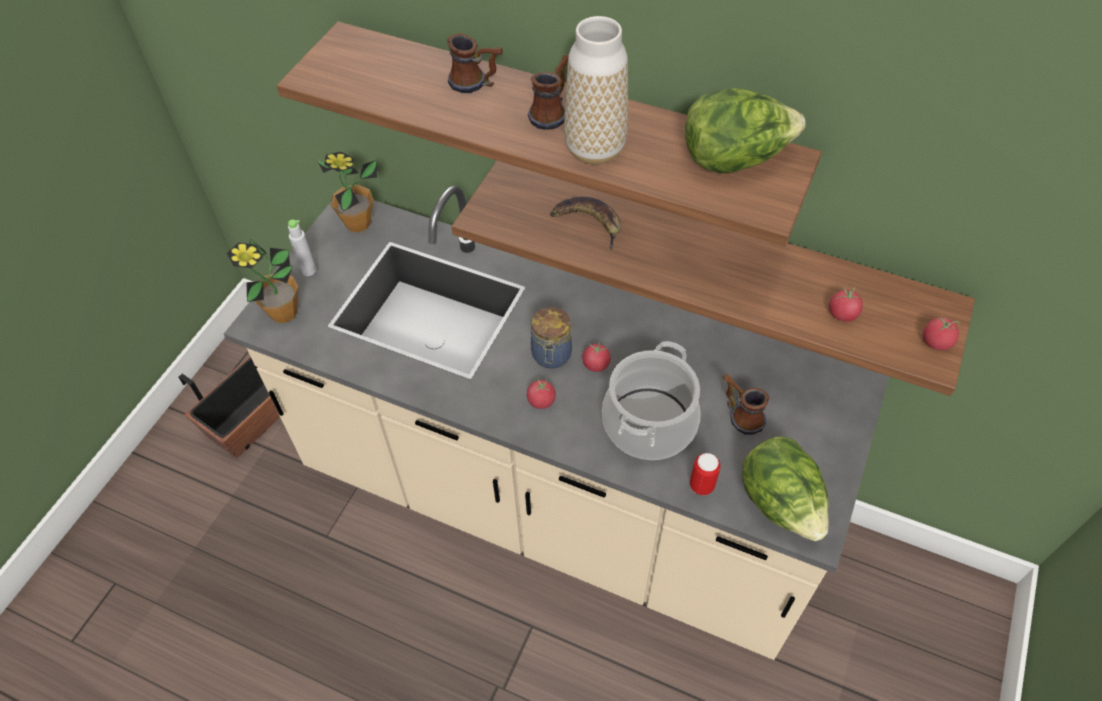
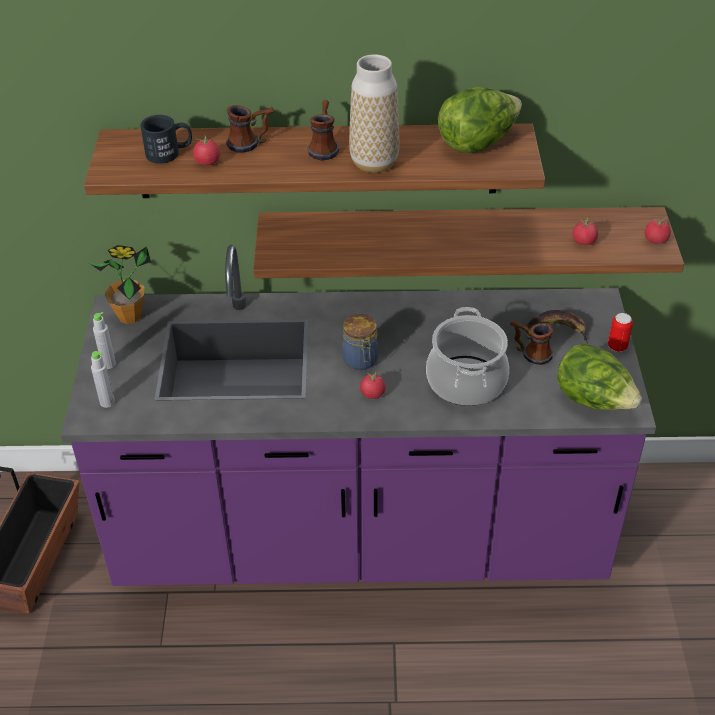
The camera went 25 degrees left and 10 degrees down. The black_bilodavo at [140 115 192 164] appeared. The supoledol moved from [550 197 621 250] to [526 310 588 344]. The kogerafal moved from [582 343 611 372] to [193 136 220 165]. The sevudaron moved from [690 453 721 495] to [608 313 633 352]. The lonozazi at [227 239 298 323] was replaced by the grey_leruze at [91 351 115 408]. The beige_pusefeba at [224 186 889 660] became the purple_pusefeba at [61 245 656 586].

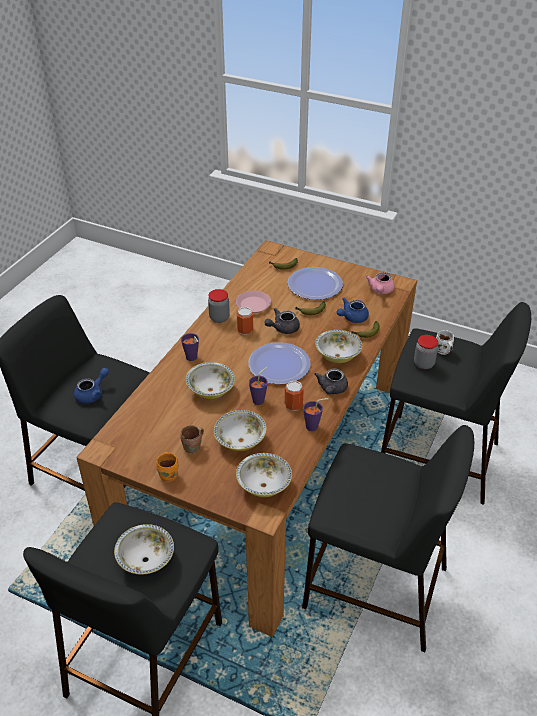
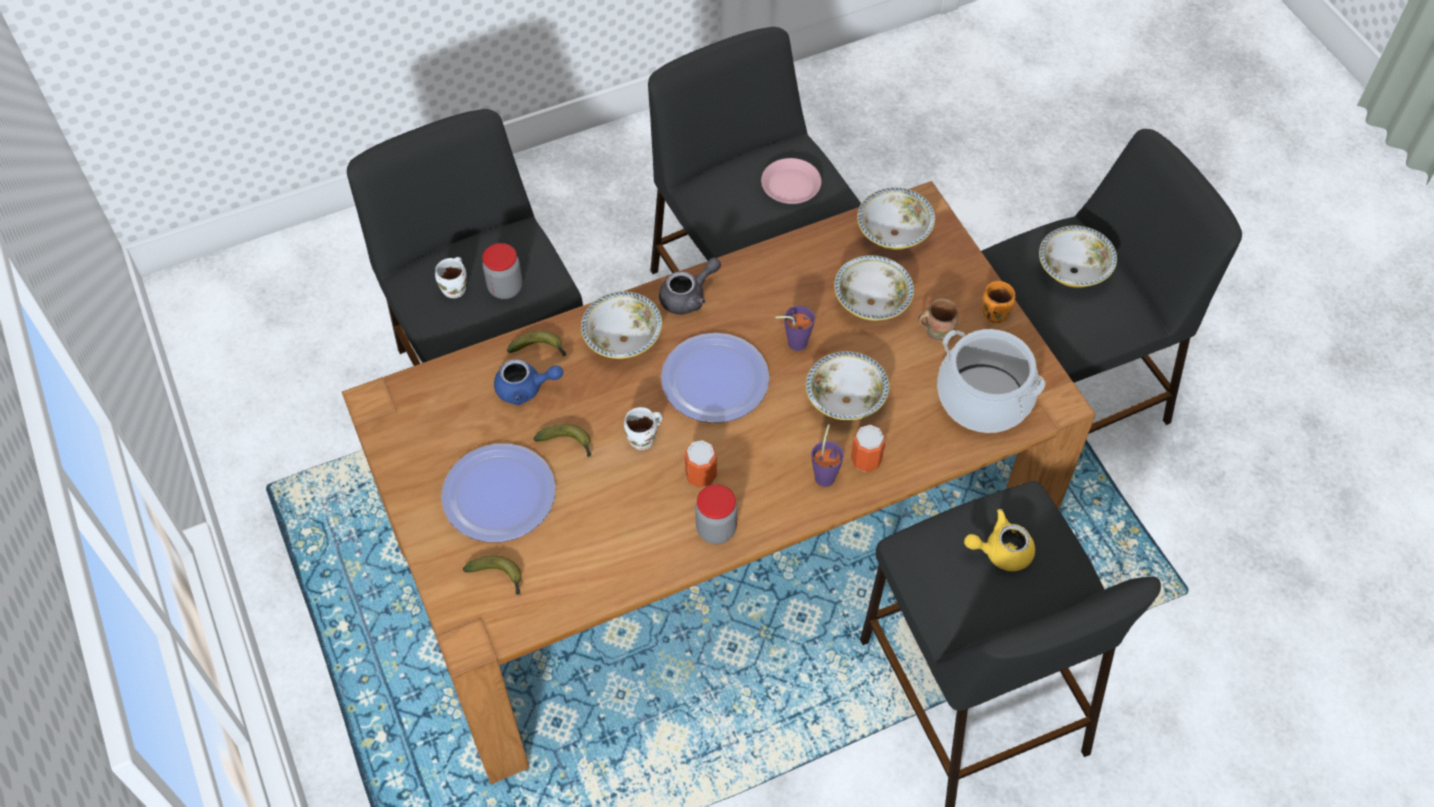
The camera went 140 degrees left and 15 degrees up. The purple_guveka at [303 398 329 431] disappeared. The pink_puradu at [366 272 394 294] disappeared. The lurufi at [937 329 1046 433] appeared. The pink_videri moved from [236 291 271 313] to [761 158 821 204]. The sevudaron moved from [285 380 304 411] to [851 425 886 472]. The grey_puradu at [264 308 300 334] was replaced by the white_bilodavo at [624 407 663 450]. The blue_puradu at [74 368 109 404] became the yellow_puradu at [964 509 1035 571].

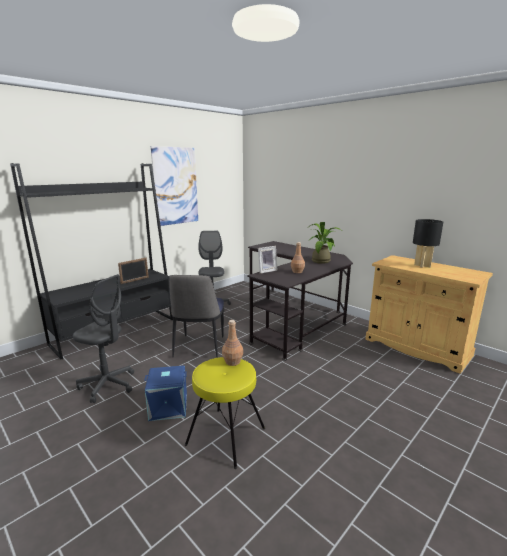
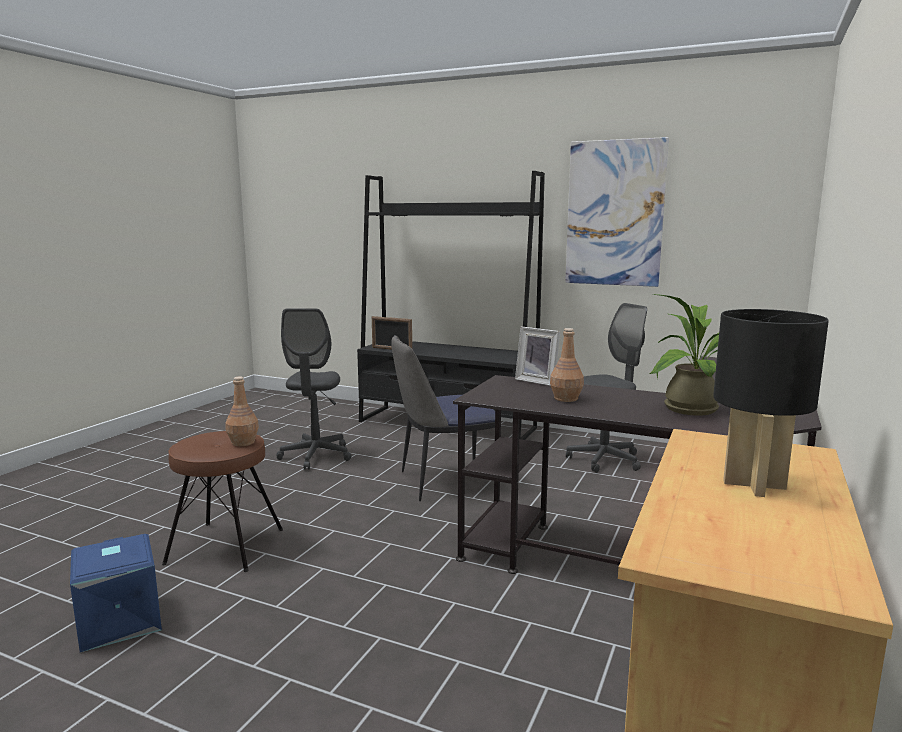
The camera went 70 degrees right and 5 degrees down. The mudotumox moved from [118 258 149 284] to [372 316 412 350]. The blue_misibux moved from [144 366 187 421] to [70 534 162 652]. The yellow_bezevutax at [185 357 265 469] became the brown_bezevutax at [162 431 283 572].

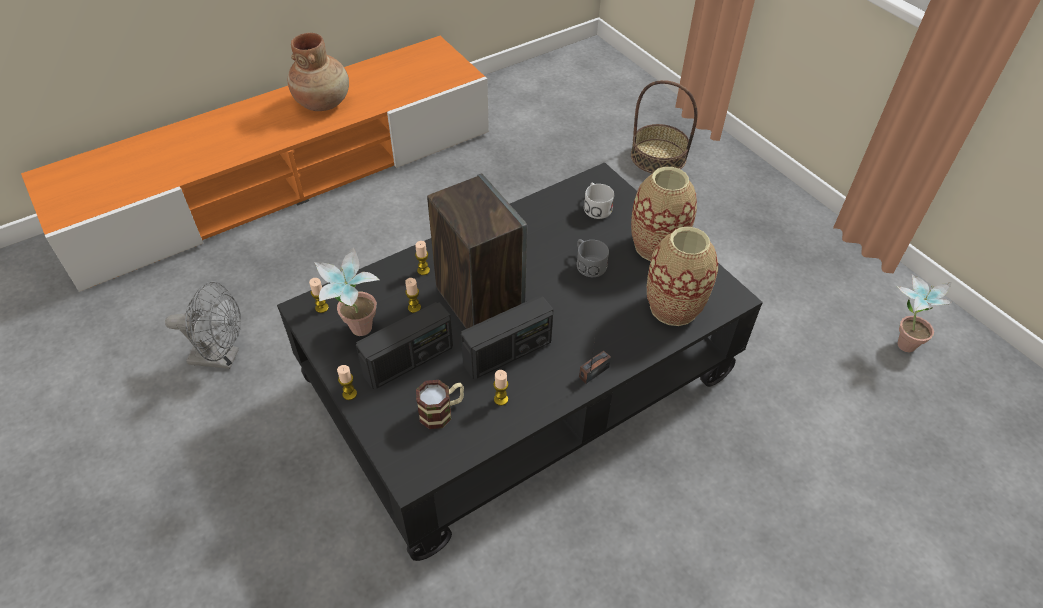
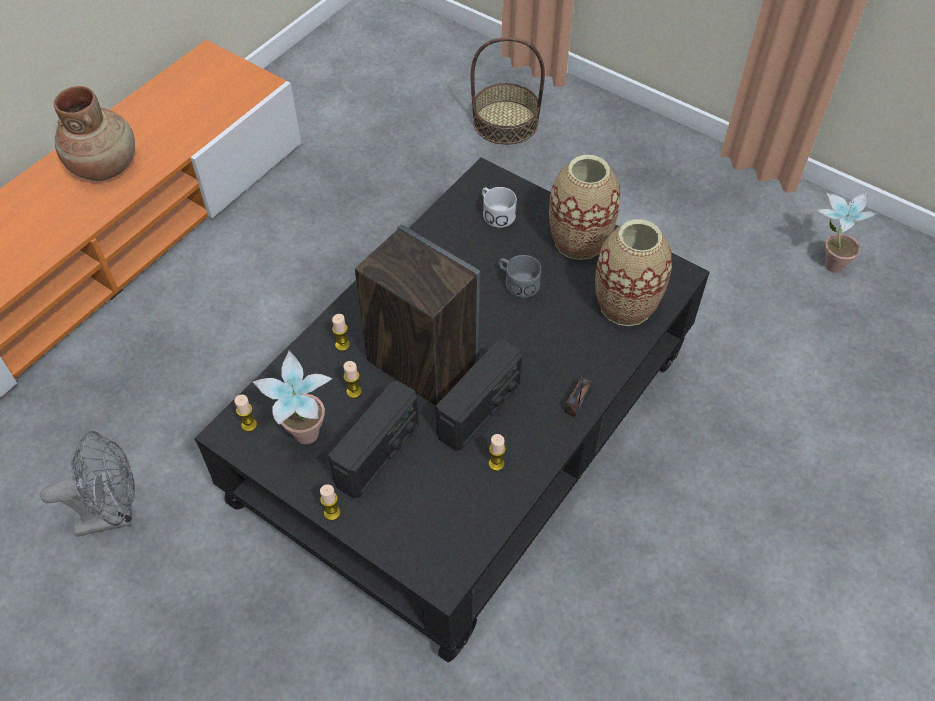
The camera went 20 degrees left and 5 degrees up. The bilodavo at [416 380 464 429] disappeared.

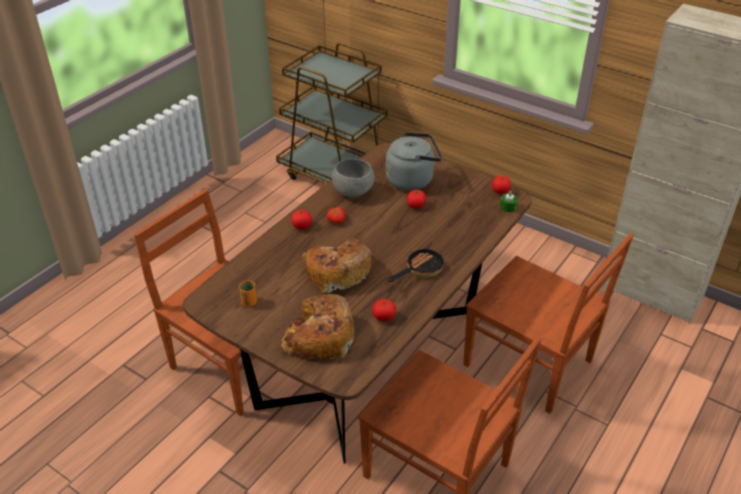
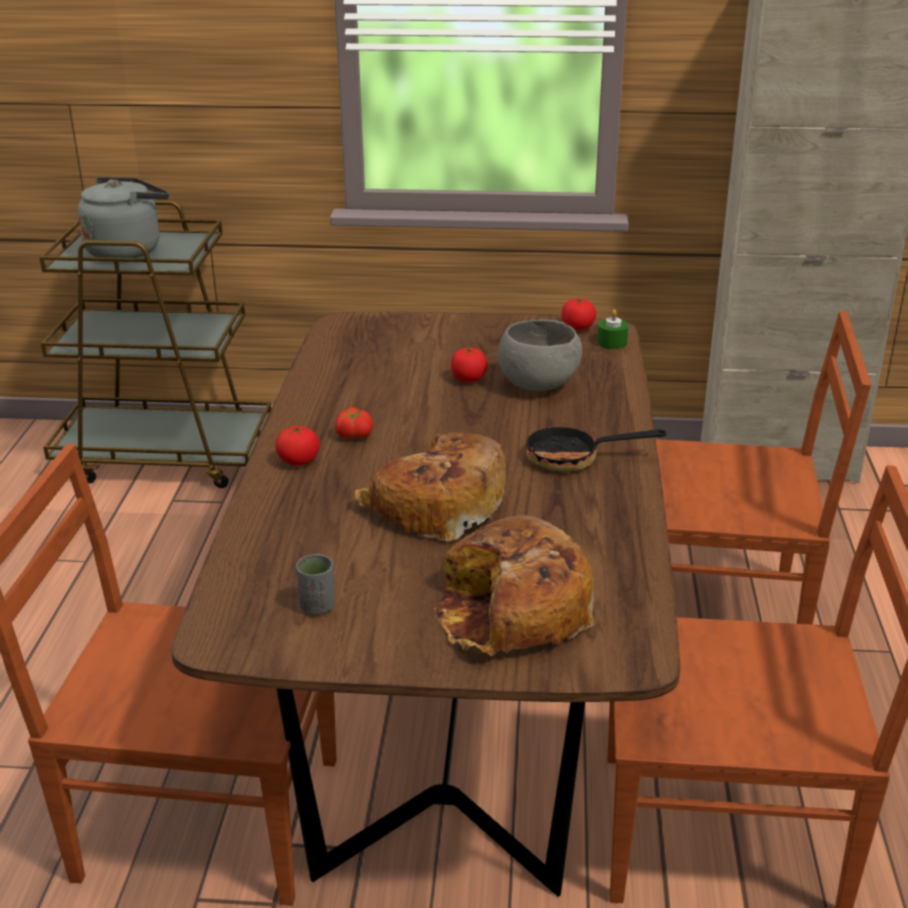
The camera went 30 degrees left and 10 degrees down. The kogerafal at [373 299 396 321] disappeared. The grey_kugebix moved from [332 159 375 197] to [498 320 582 391]. The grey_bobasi moved from [386 132 442 191] to [77 177 169 258]. The orange_guveka at [239 280 257 307] became the grey_guveka at [296 554 335 615]. The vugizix at [388 246 444 282] turned 105 degrees counterclockwise.

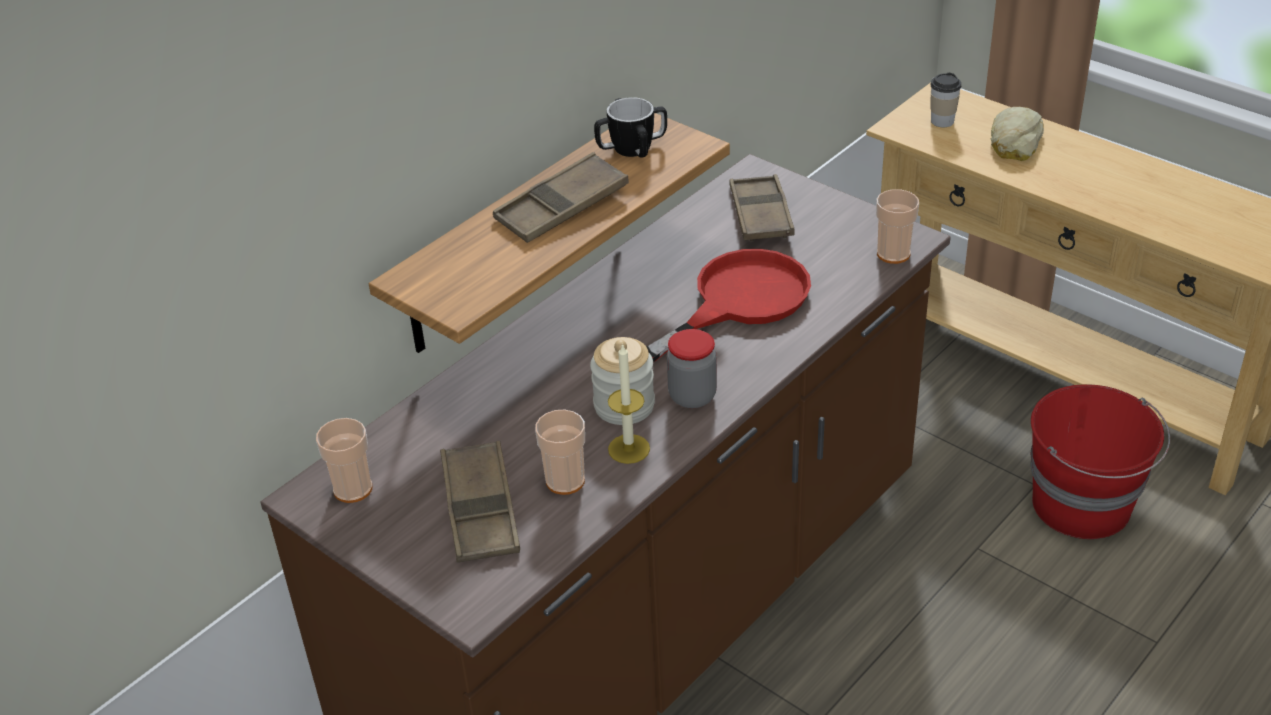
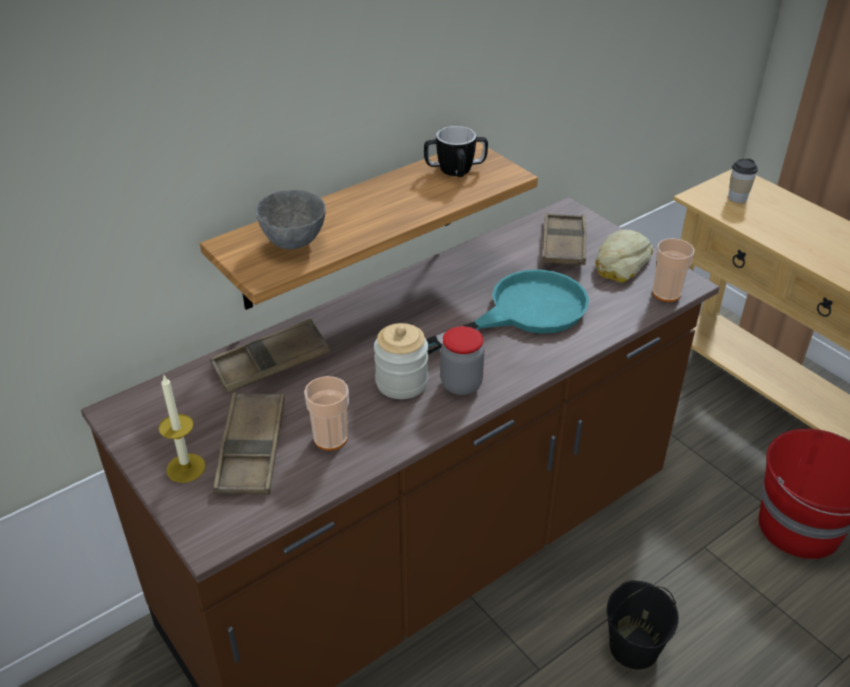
The camera went 10 degrees right and 0 degrees up. The guveka at [316 418 372 503] disappeared. The grey_kugebix at [255 190 326 249] appeared. The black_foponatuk at [606 580 679 670] appeared. The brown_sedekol moved from [493 152 629 243] to [210 319 330 393]. The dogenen moved from [608 343 650 464] to [159 376 206 483]. The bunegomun moved from [991 107 1044 161] to [595 229 653 283]. The red_vugizix at [647 249 811 363] became the turquoise_vugizix at [426 269 589 355].

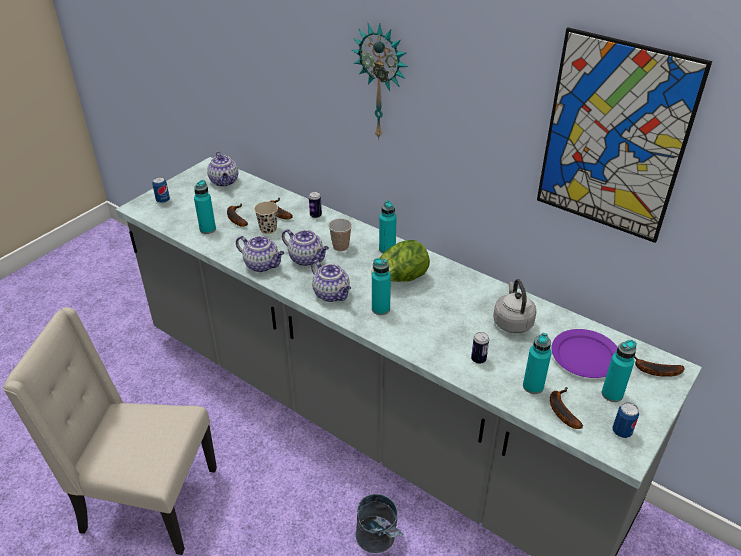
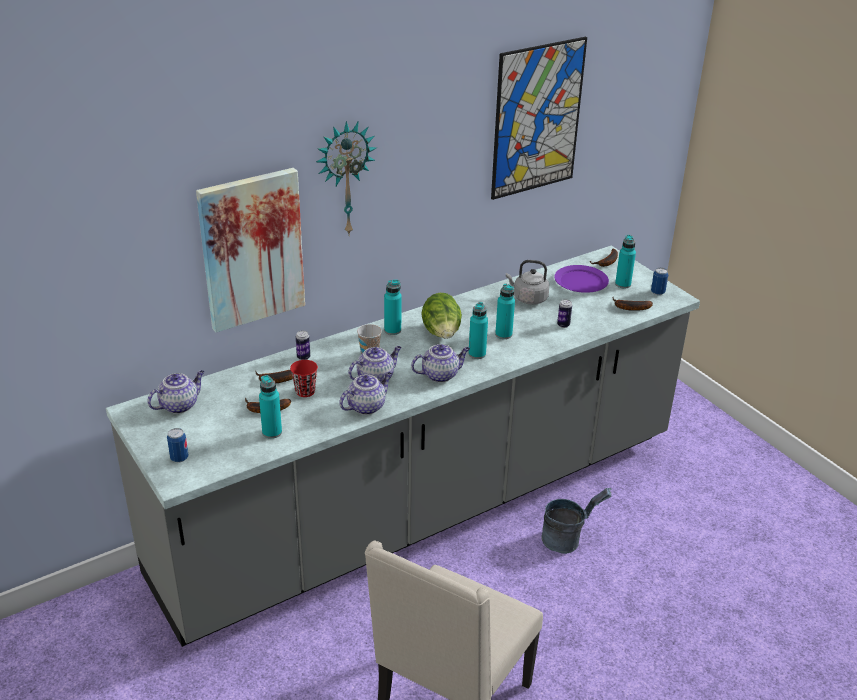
The camera went 70 degrees left and 5 degrees down. The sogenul at [196 168 305 332] appeared. The turquoise_leruze moved from [523 333 551 394] to [495 284 515 339]. The beige_guveka at [254 202 278 234] became the red_guveka at [290 360 318 397]. The puradu at [207 151 238 187] turned 45 degrees counterclockwise.

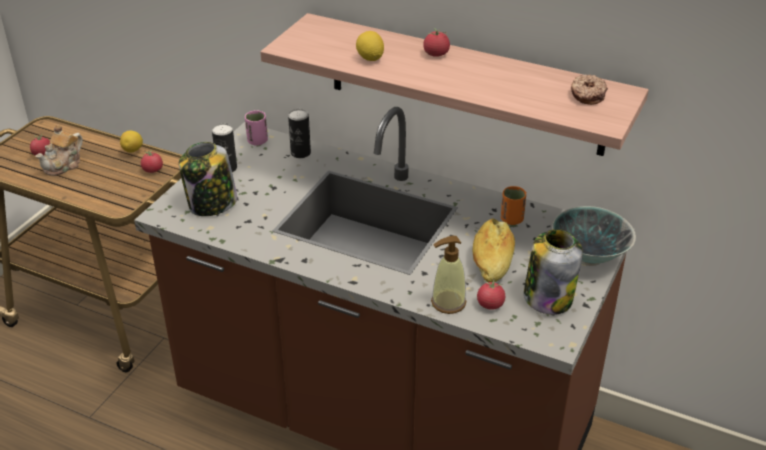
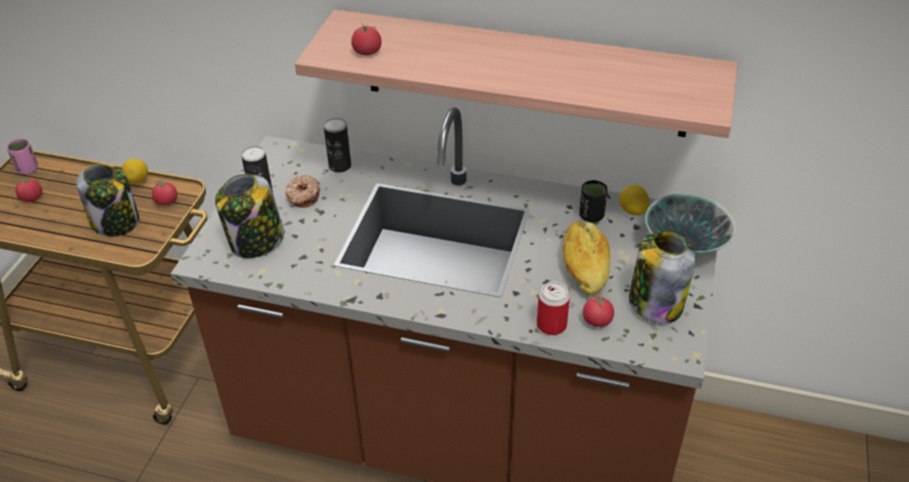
The camera went 10 degrees left and 5 degrees up. The puradu at [36 124 83 176] disappeared. The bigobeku at [76 164 139 237] appeared. The pink_guveka moved from [245 110 268 146] to [7 138 38 175]. The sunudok moved from [356 31 384 61] to [619 185 649 216]. The kogerafal moved from [423 28 450 57] to [351 23 382 55]. The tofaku moved from [571 74 608 105] to [286 175 320 208]. The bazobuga at [431 236 466 314] was replaced by the sevudaron at [537 281 570 335]. The orange_guveka at [501 186 526 225] became the black_guveka at [579 180 608 222].

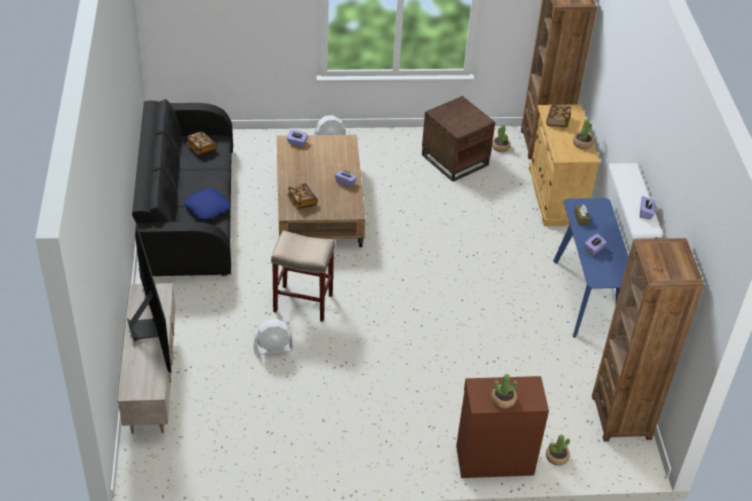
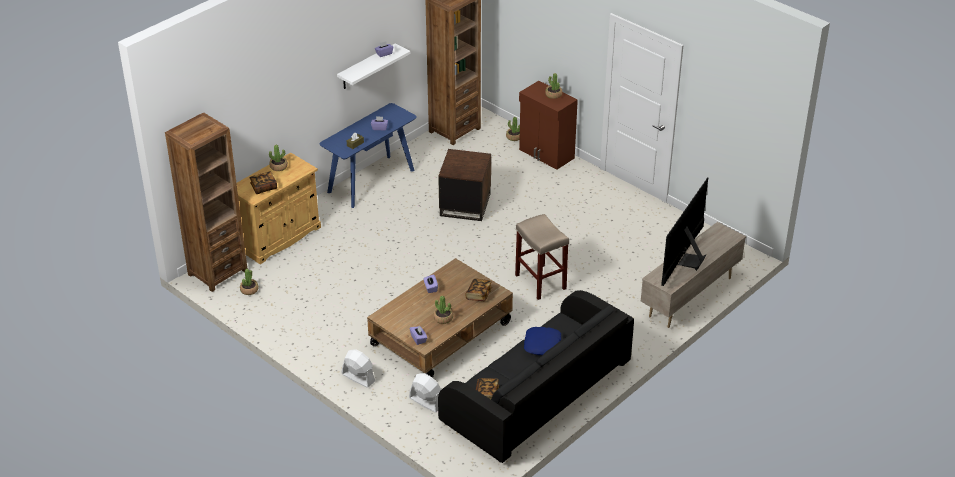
The camera went 130 degrees left and 5 degrees down. The lonozazi at [434 296 453 324] appeared. The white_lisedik moved from [253 319 294 355] to [409 373 441 412]. The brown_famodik moved from [422 96 495 182] to [438 149 491 221].

